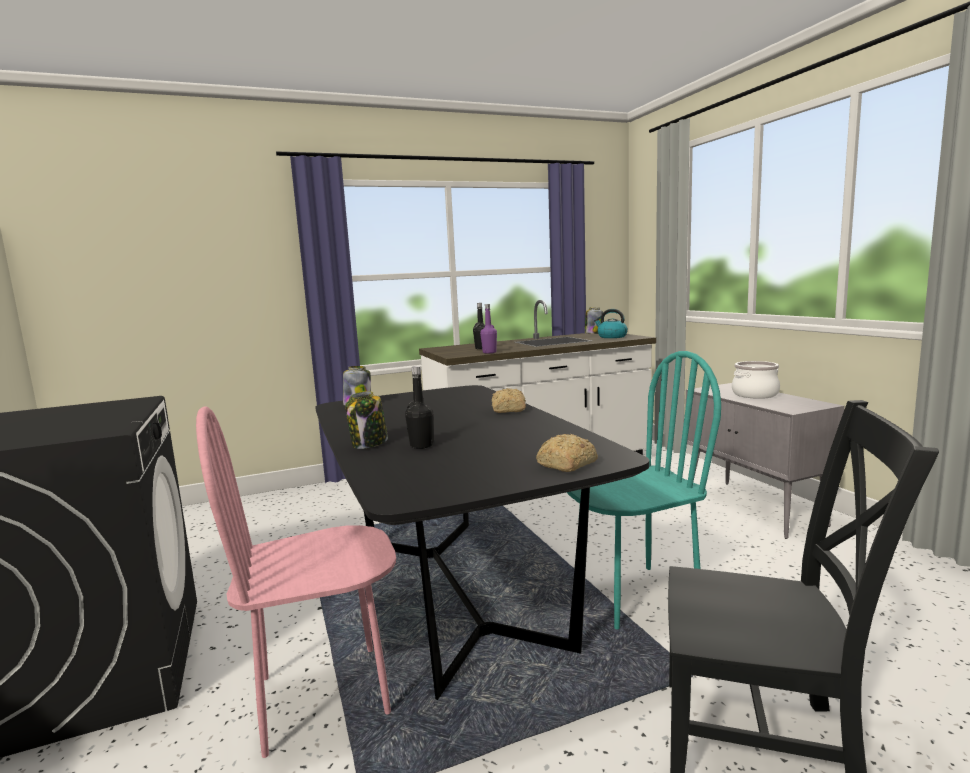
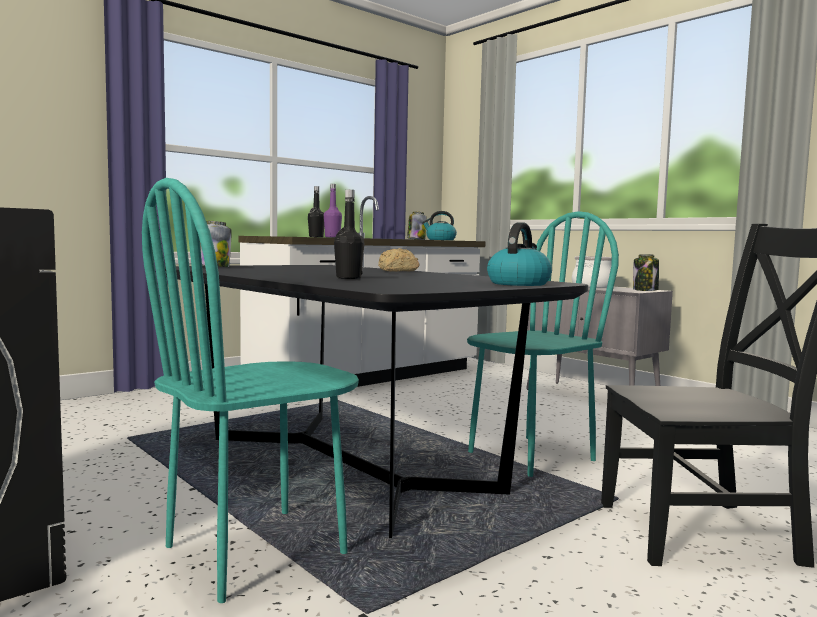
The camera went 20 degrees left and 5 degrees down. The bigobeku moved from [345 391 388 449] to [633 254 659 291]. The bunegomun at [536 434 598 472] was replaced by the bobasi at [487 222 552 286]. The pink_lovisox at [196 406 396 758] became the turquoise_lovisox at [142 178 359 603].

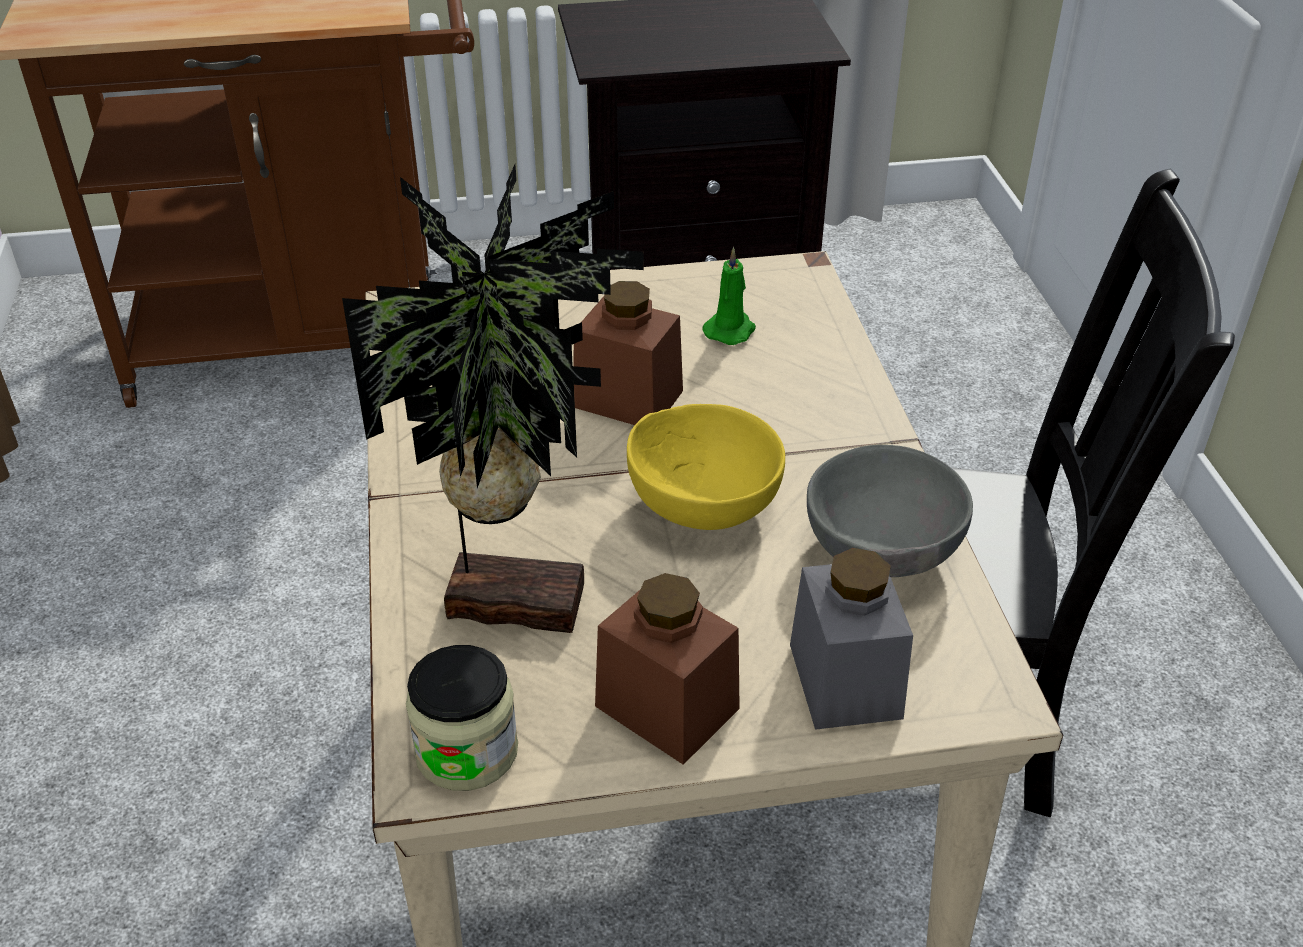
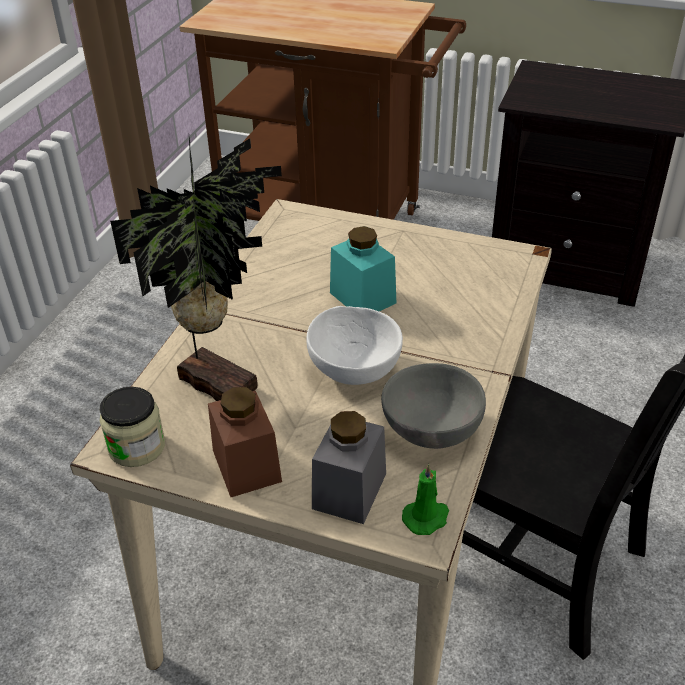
The camera went 30 degrees right and 0 degrees up. The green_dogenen moved from [703 247 756 345] to [402 464 449 535]. The brown_bigobeku at [573 281 683 425] became the turquoise_bigobeku at [330 226 396 311]. The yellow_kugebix at [627 404 785 530] became the white_kugebix at [307 306 403 385].

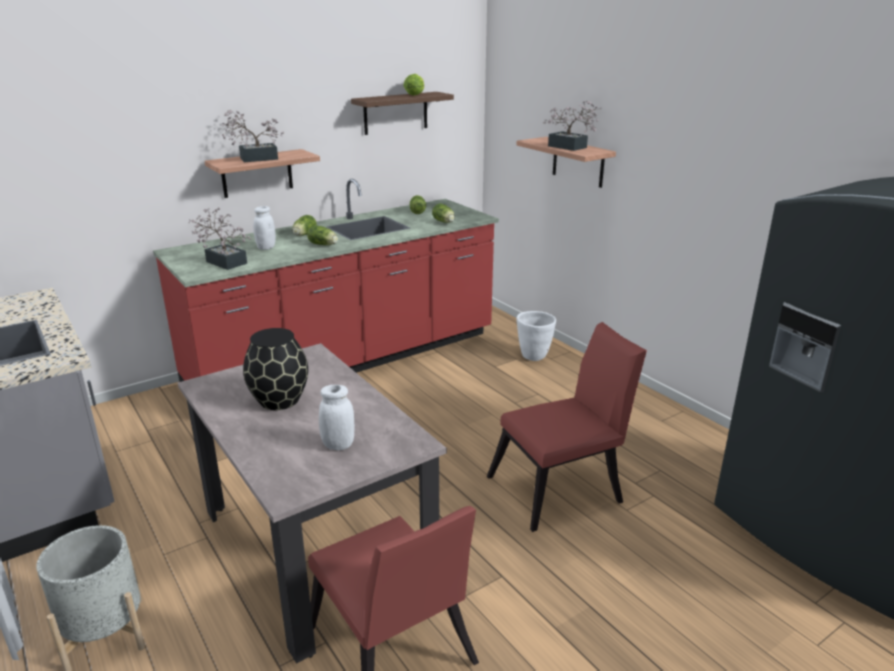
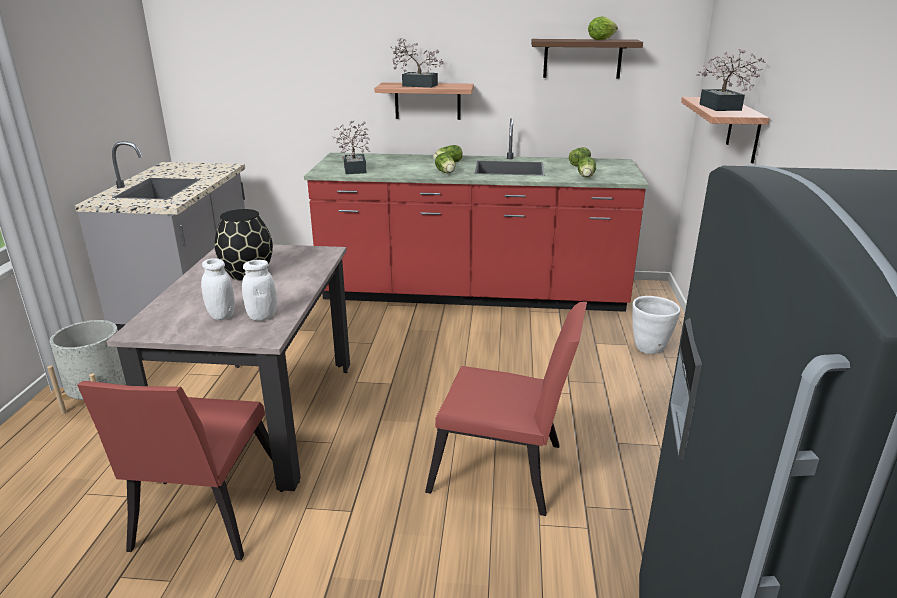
The camera went 40 degrees right and 0 degrees up. The white_bigobeku moved from [253 206 276 250] to [242 260 277 321].

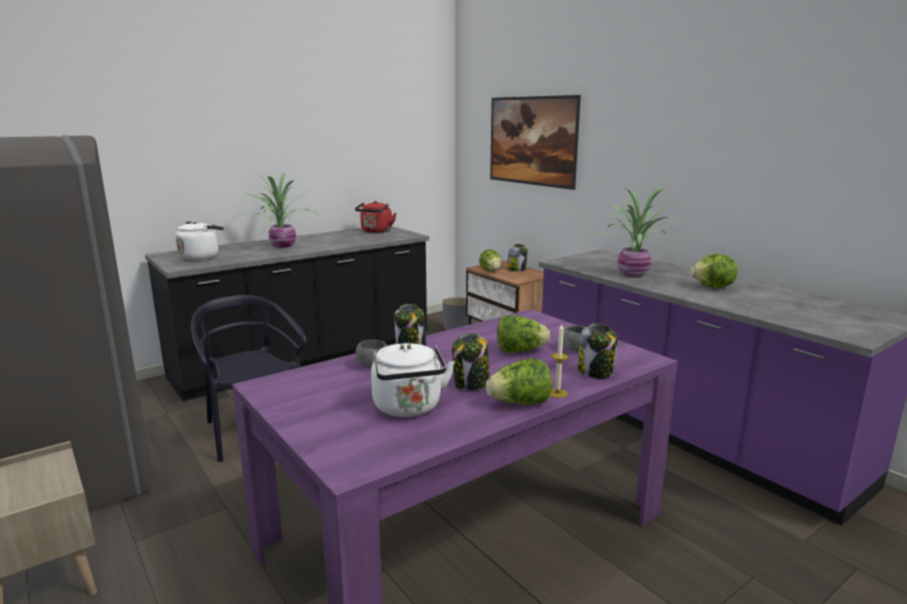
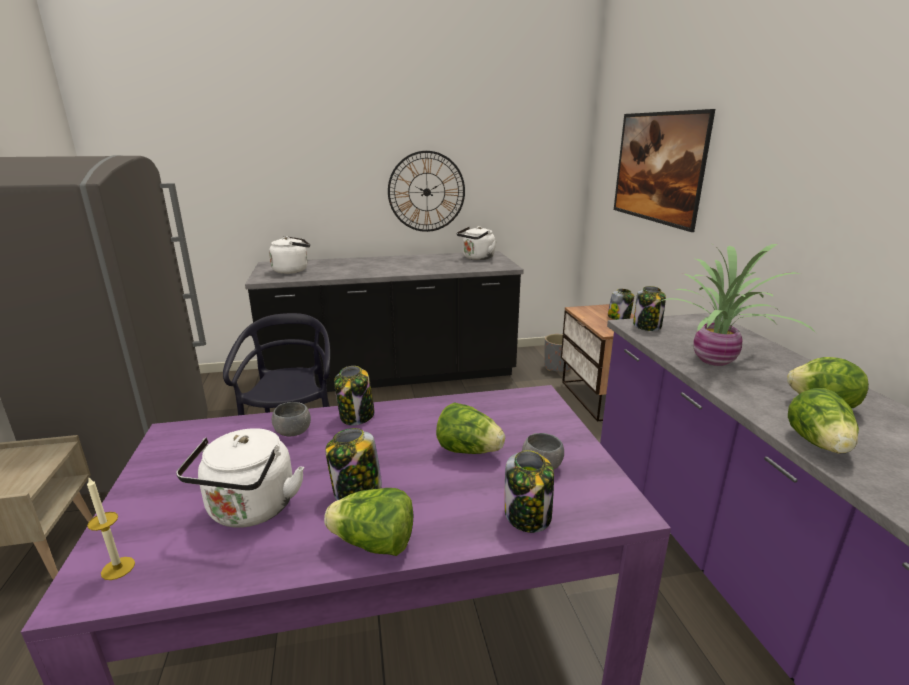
The camera went 25 degrees right and 5 degrees up. The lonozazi at [234 173 317 248] disappeared. The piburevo at [388 151 465 232] appeared. The bigobeku at [633 286 666 331] appeared. The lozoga moved from [479 249 502 271] to [788 388 859 453]. The dogenen moved from [550 324 568 398] to [87 478 135 580]. The red_bobasi at [355 201 396 233] became the white_bobasi at [457 226 497 260].

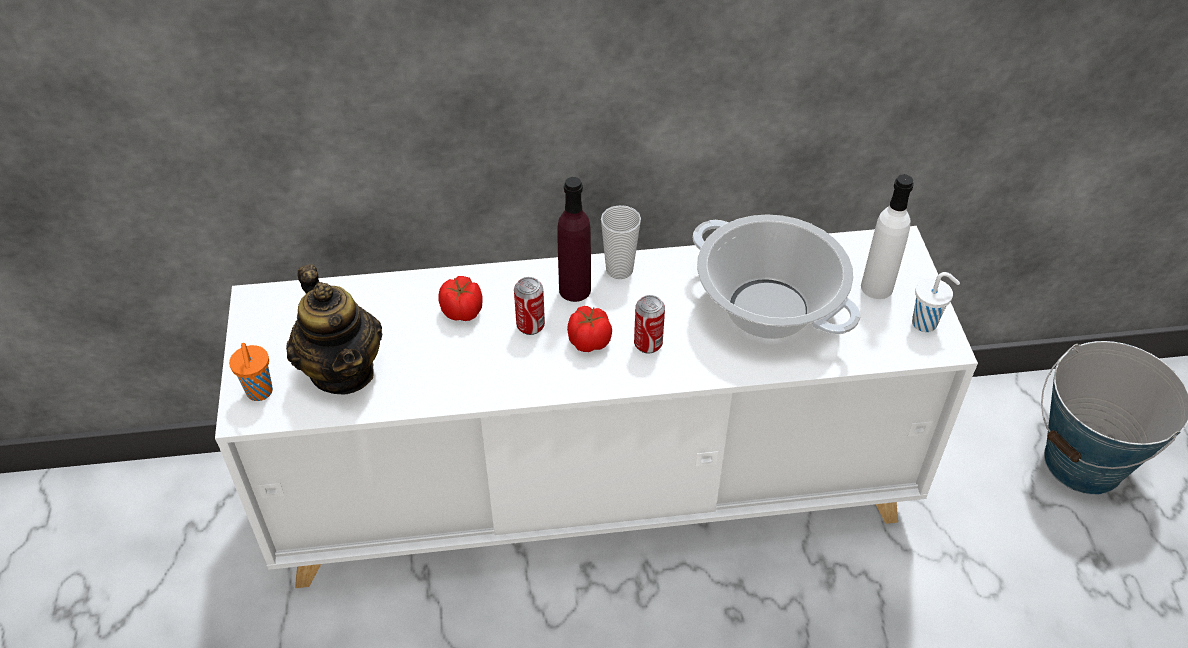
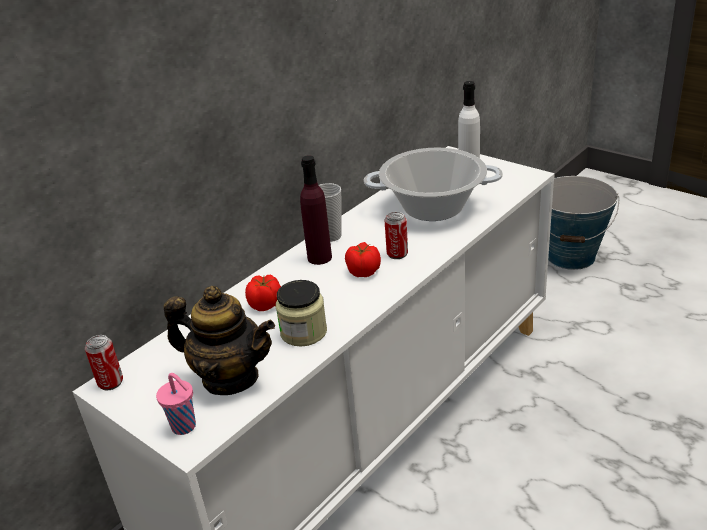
The camera went 40 degrees left and 15 degrees down. The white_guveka at [912 272 960 332] disappeared. The bigobeku at [276 280 327 347] appeared. The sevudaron moved from [514 277 545 335] to [85 335 123 390]. The orange_guveka at [229 343 273 401] became the pink_guveka at [156 373 196 435].

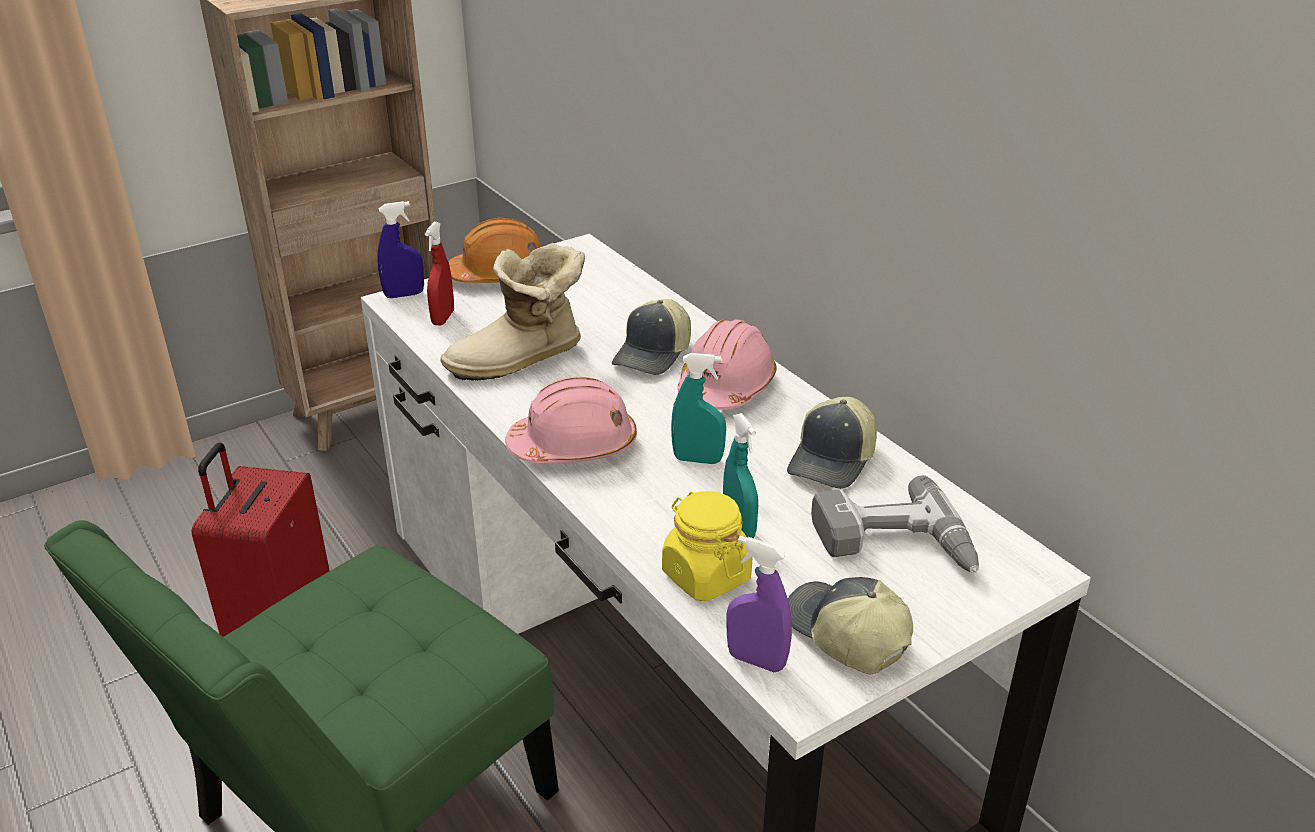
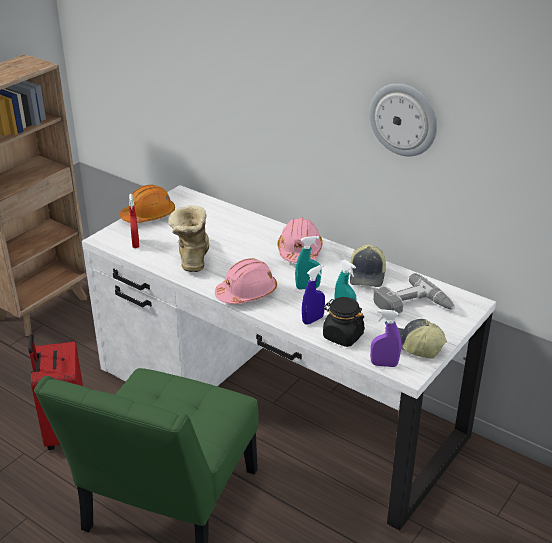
The camera went 20 degrees left and 0 degrees up. The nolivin at [612 299 691 375] disappeared. The piburevo at [369 83 437 156] appeared. The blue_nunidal moved from [377 201 424 298] to [302 264 325 325]. The yellow_bigobeku at [662 491 752 601] became the black_bigobeku at [323 297 365 347]. The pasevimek at [441 243 585 381] turned 135 degrees clockwise.

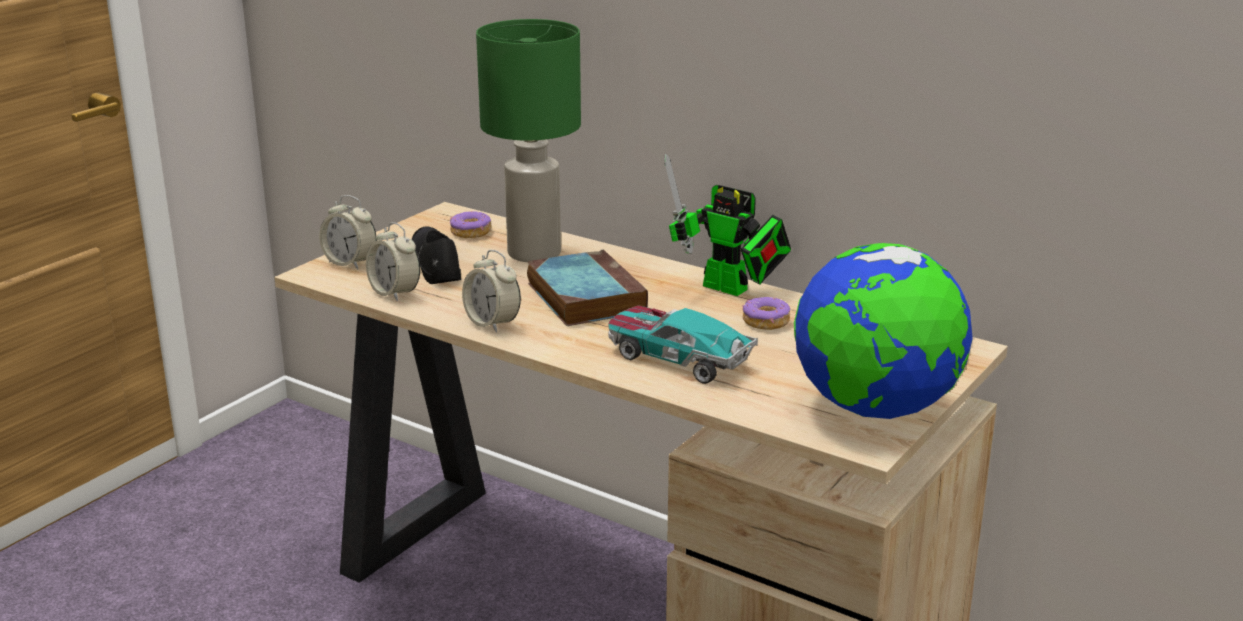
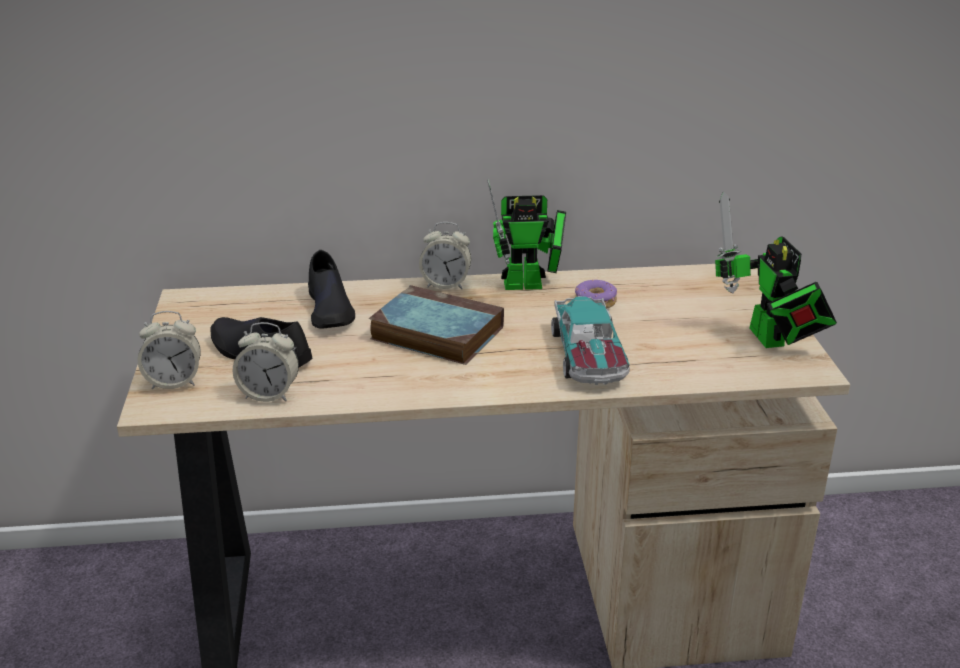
The camera went 40 degrees left and 5 degrees up. The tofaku at [450 211 491 238] disappeared. The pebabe moved from [462 250 521 333] to [419 222 471 289]. The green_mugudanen at [476 19 581 262] was replaced by the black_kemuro at [308 250 355 329]. The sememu at [794 243 973 419] was replaced by the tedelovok at [715 191 837 348]. The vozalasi at [608 305 758 384] turned 90 degrees counterclockwise.

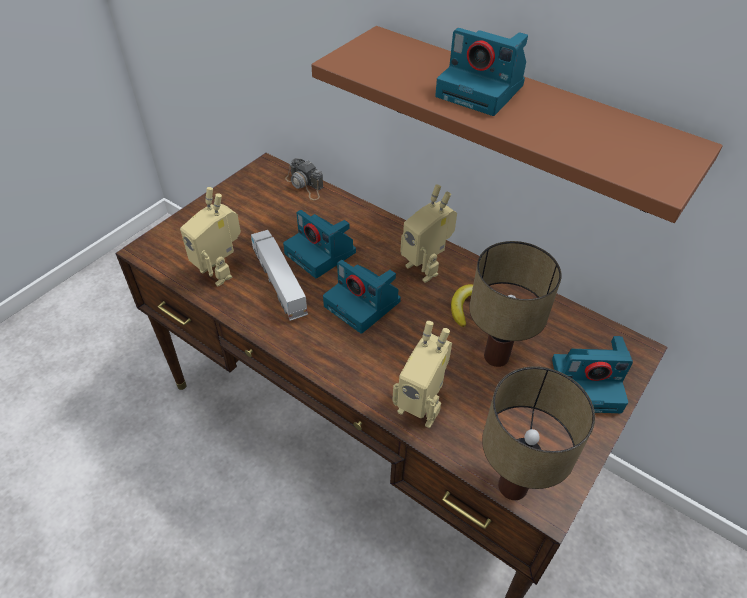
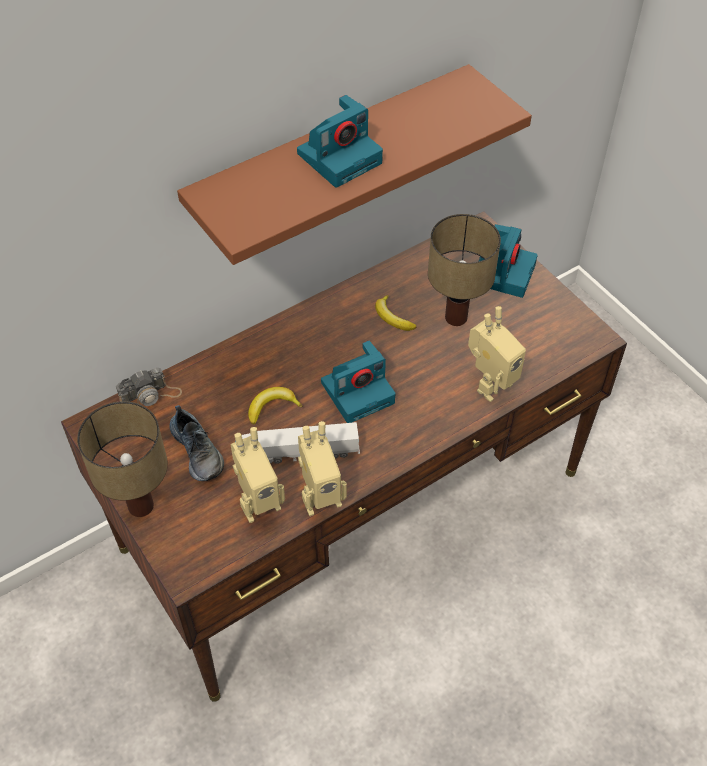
The camera went 70 degrees left and 5 degrees up. The kemuro at [169 405 224 481] appeared. The tedelovok moved from [400 184 457 283] to [298 421 347 516]. The mugudanen moved from [482 366 595 500] to [77 401 168 517]. The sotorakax at [283 210 356 278] was replaced by the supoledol at [248 387 303 424].

